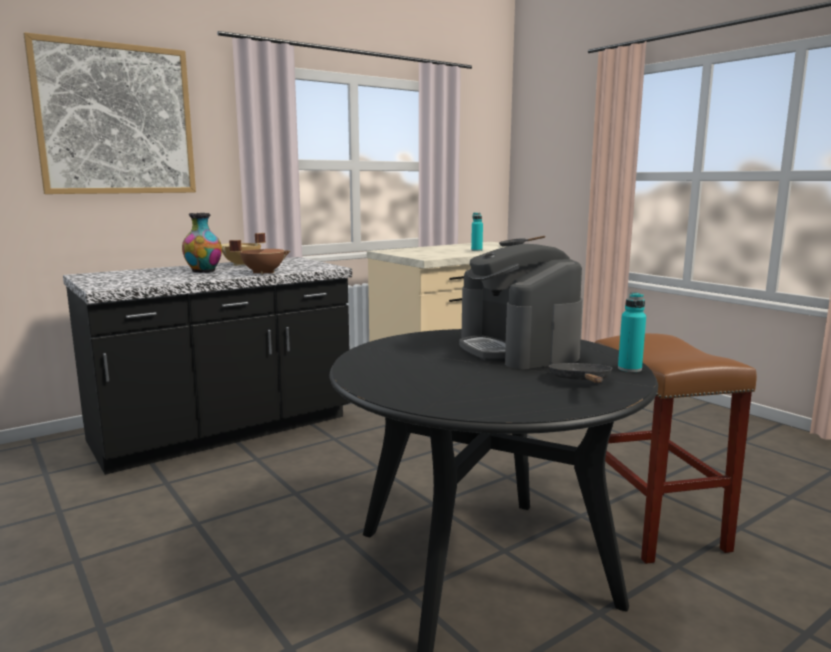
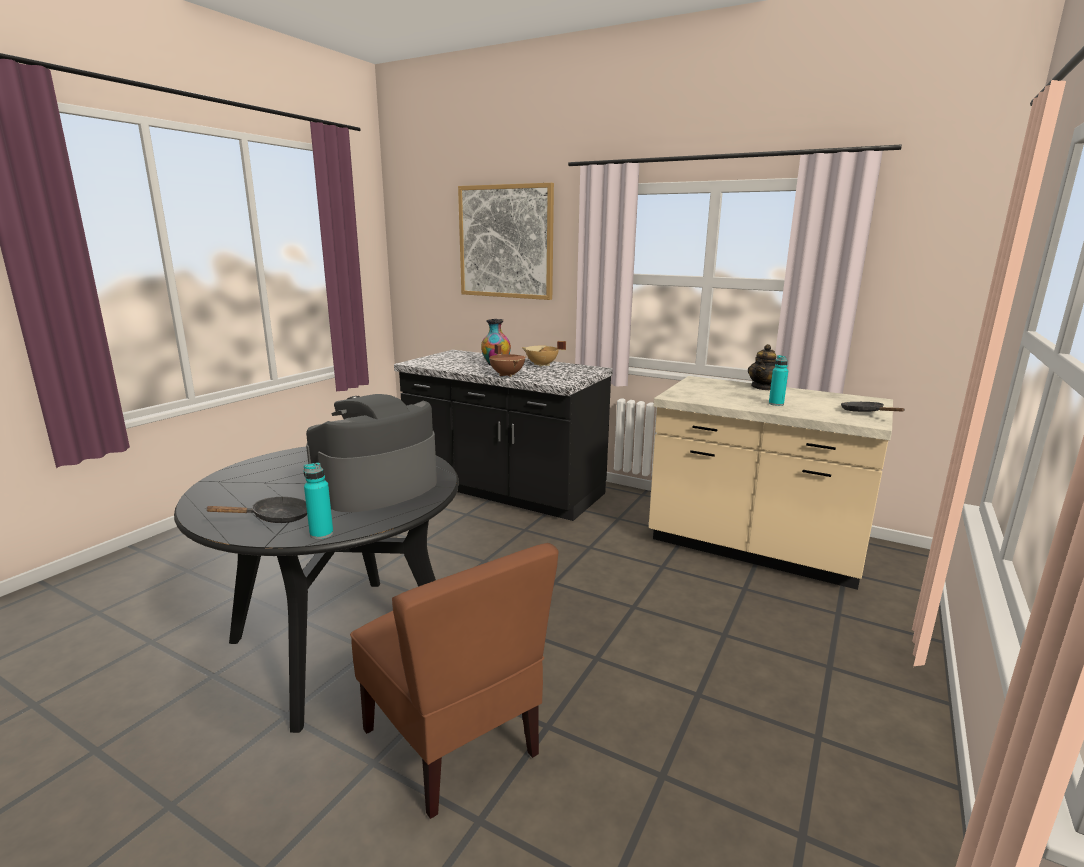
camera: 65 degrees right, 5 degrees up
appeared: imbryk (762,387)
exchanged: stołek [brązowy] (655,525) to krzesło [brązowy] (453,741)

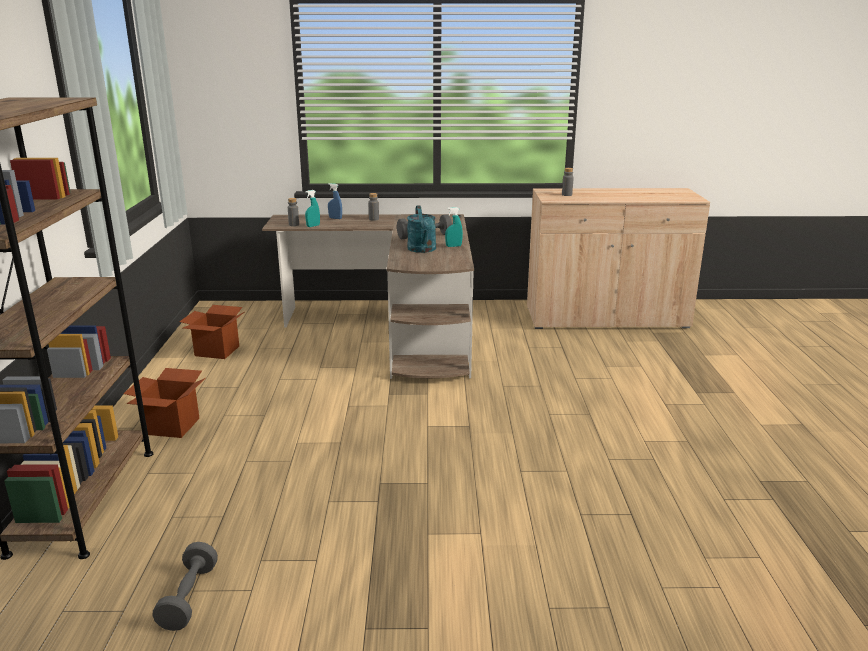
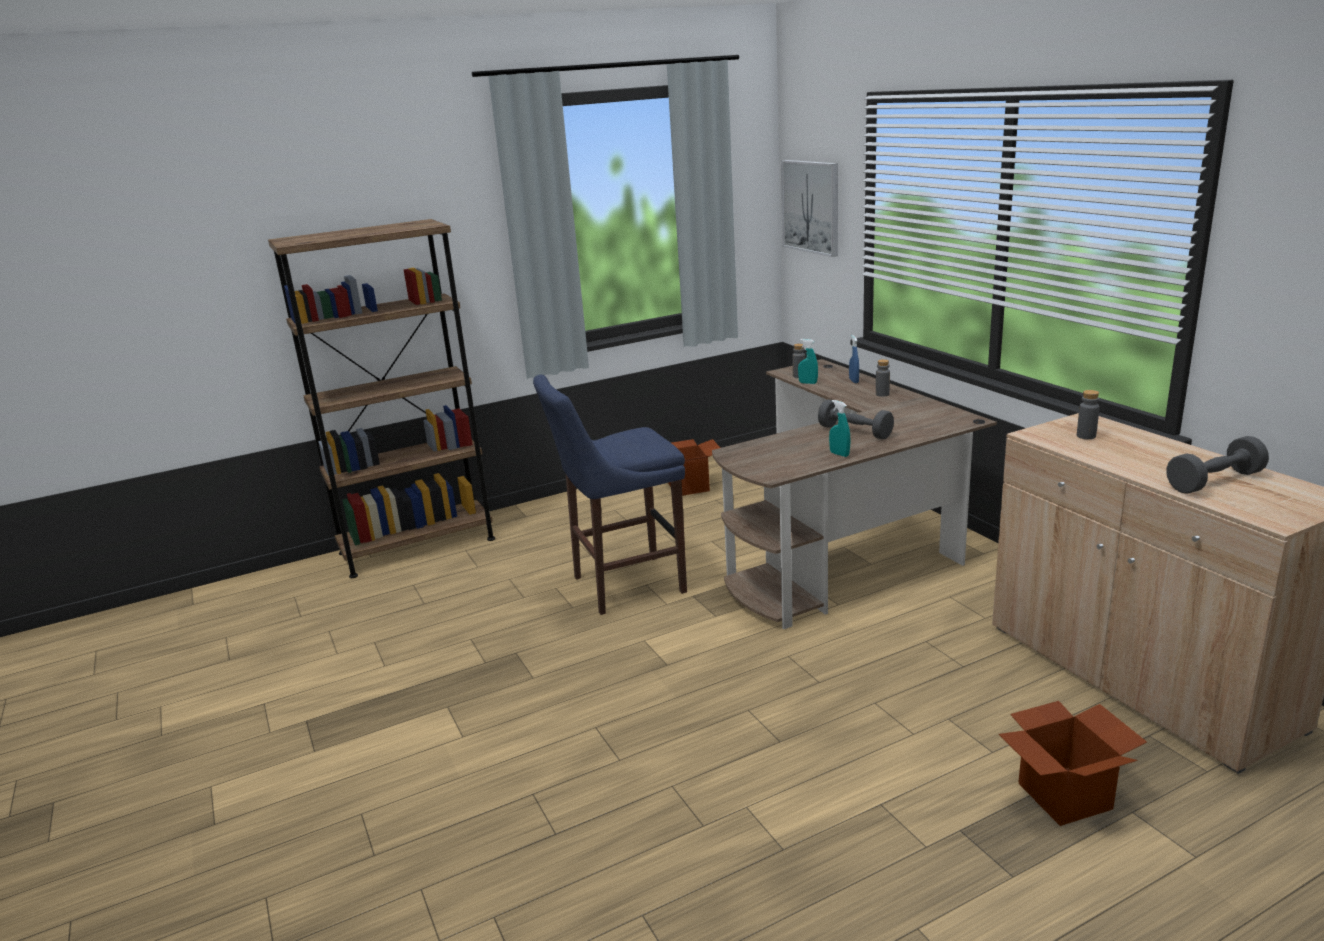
camera: 65 degrees right, 0 degrees up
missing: konewka [turkusowy] (423,250)
appeared: stołek [niebieski] (623,585); obraz (811,207)
relocated: karton (172,426) to (1065,796); hantel [szary] (189,597) to (1214,482)

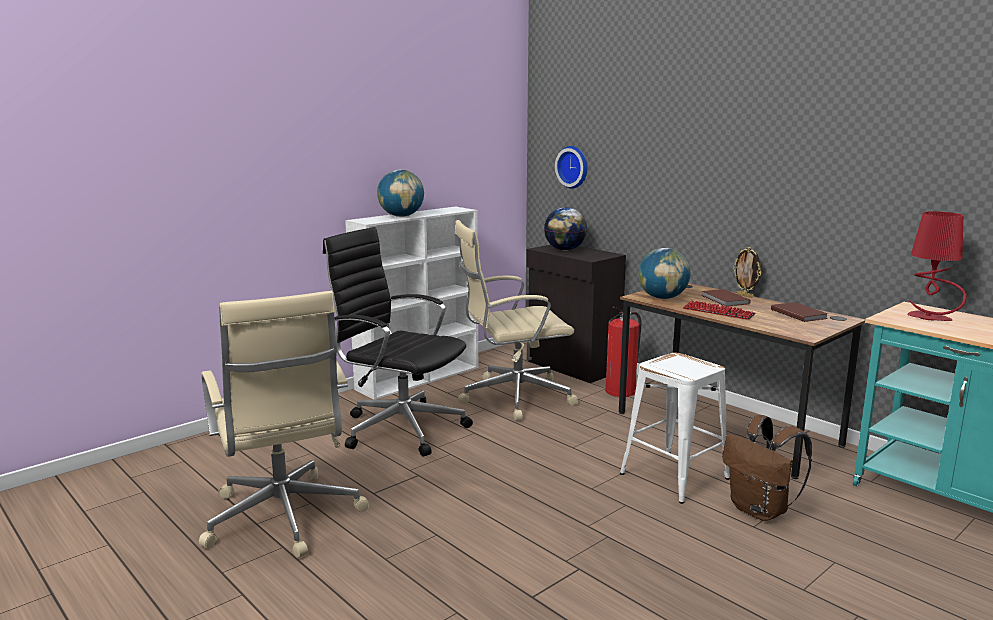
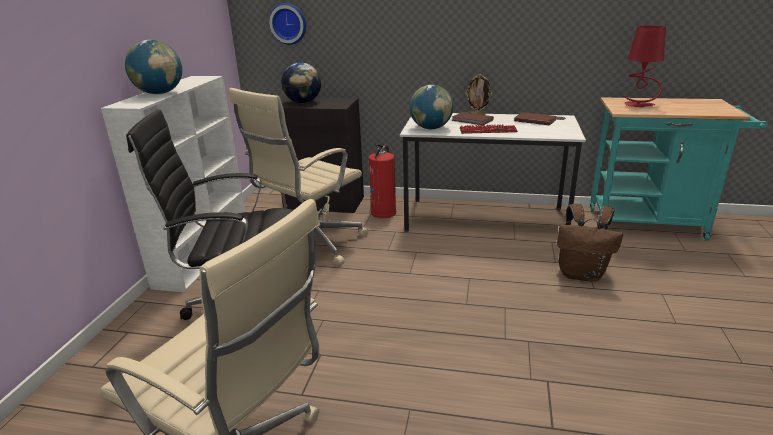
camera: 35 degrees left, 10 degrees up
missing: stołek [biały] (673,476)
colour: biurko [brązowy] (726,428) to biurko [biały] (485,219)

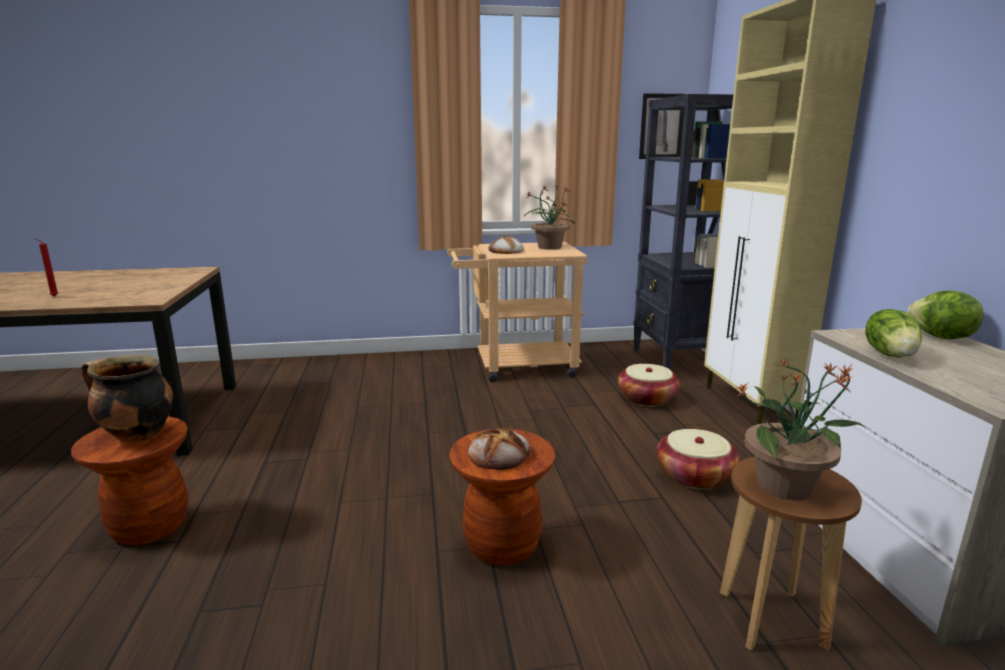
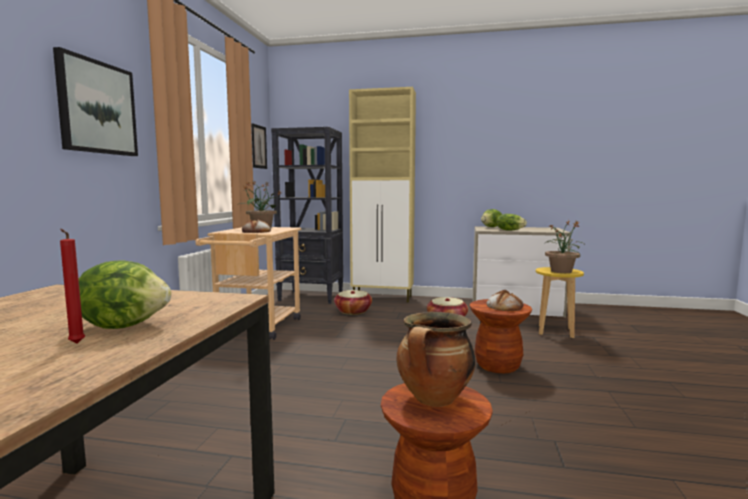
camera: 70 degrees left, 10 degrees down
appeared: obraz (97,107); sałata (125,325)
colour: stołek [brązowy] (772,620) to stołek [żółty] (556,332)

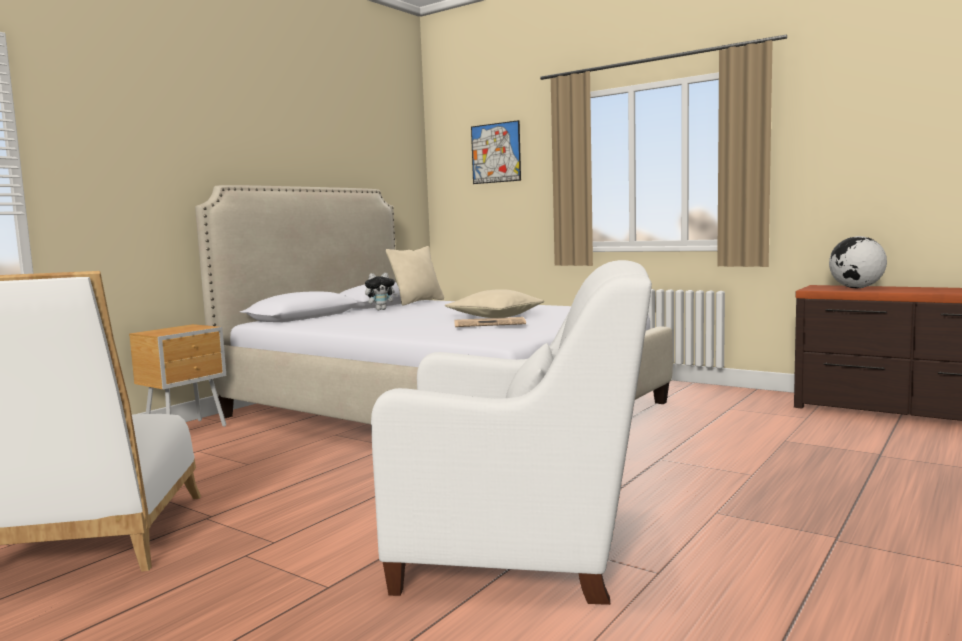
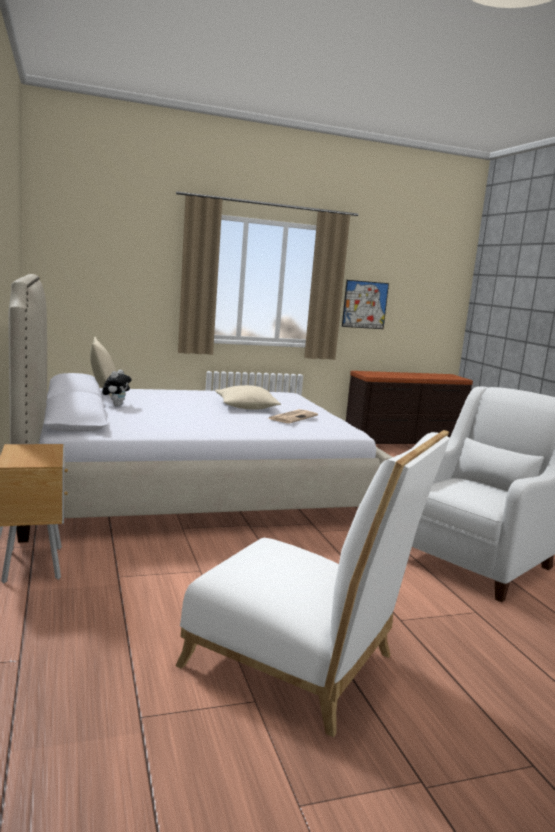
camera: 55 degrees left, 5 degrees up
missing: globus (856,288)
relocated: obraz (496,153) to (365,304)

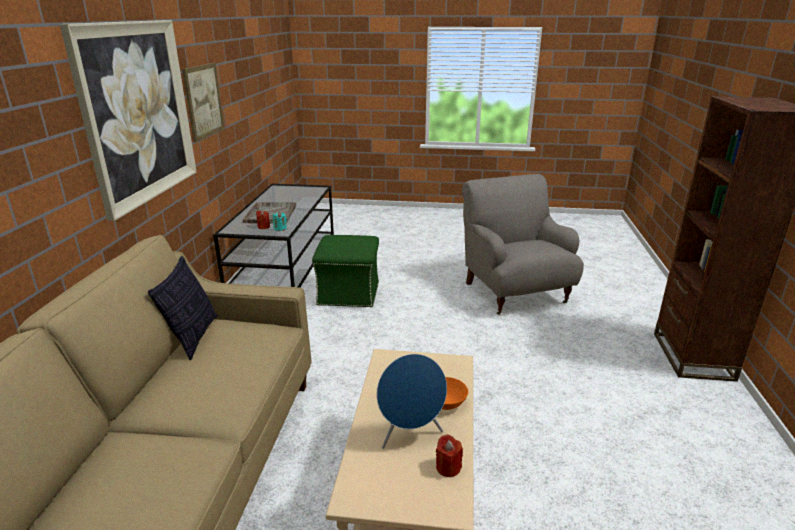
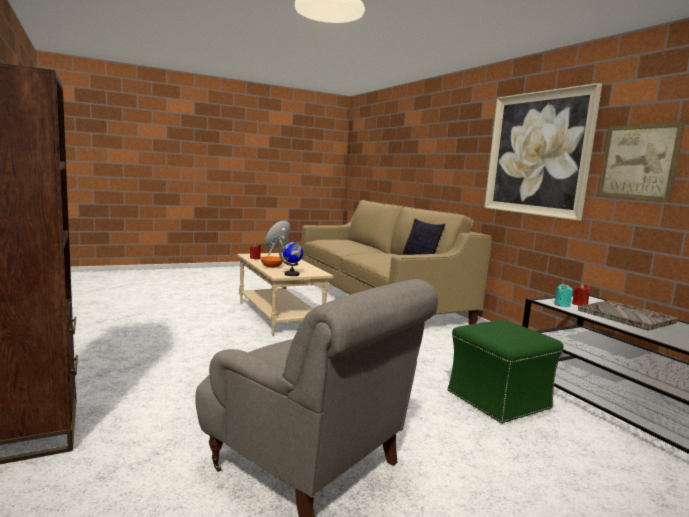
camera: 145 degrees right, 15 degrees down
appeared: globus (292,274)

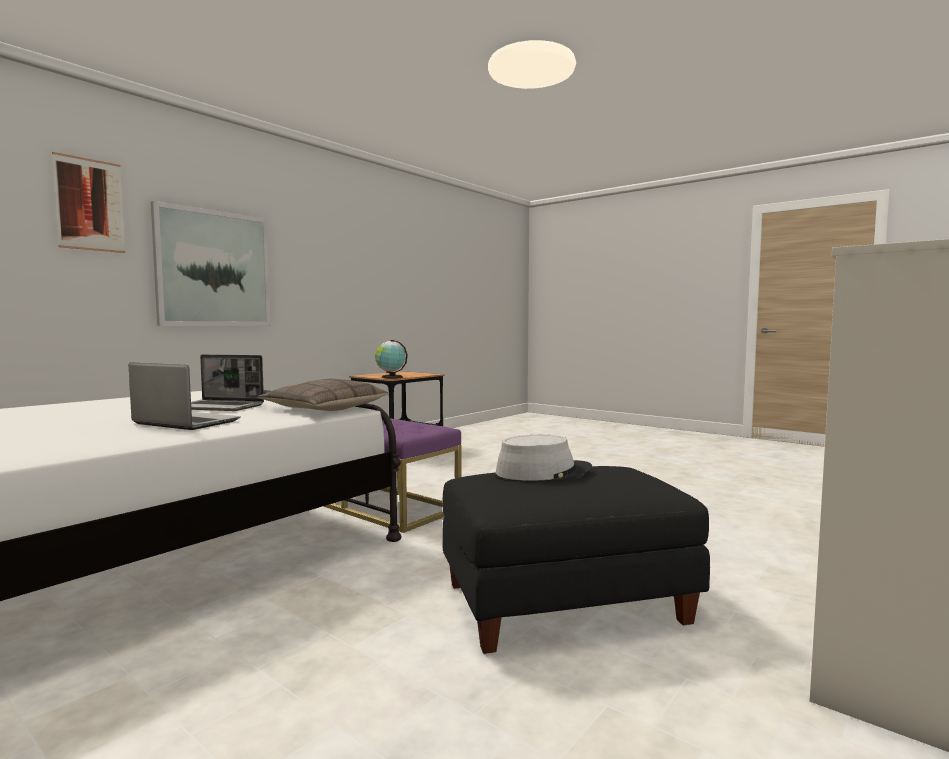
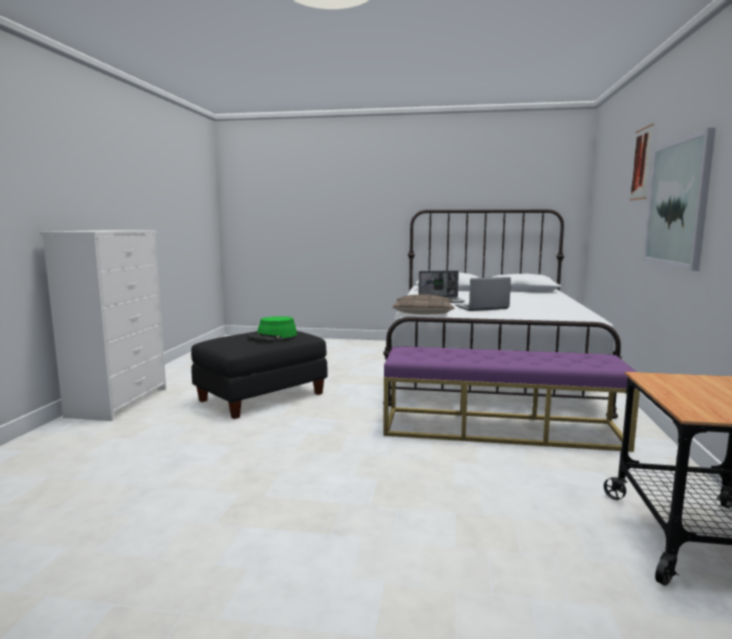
camera: 150 degrees right, 5 degrees up
missing: globus (391,377)
colour: kapelusz [szary] (543,472) to kapelusz [zielony] (273,336)

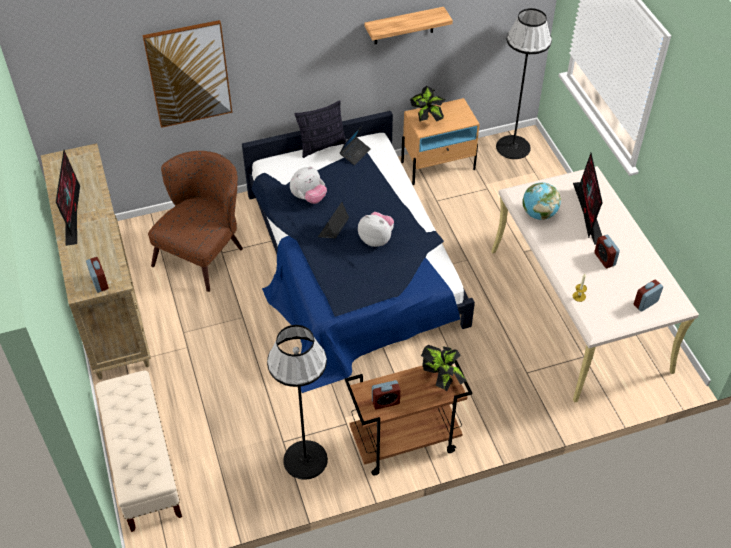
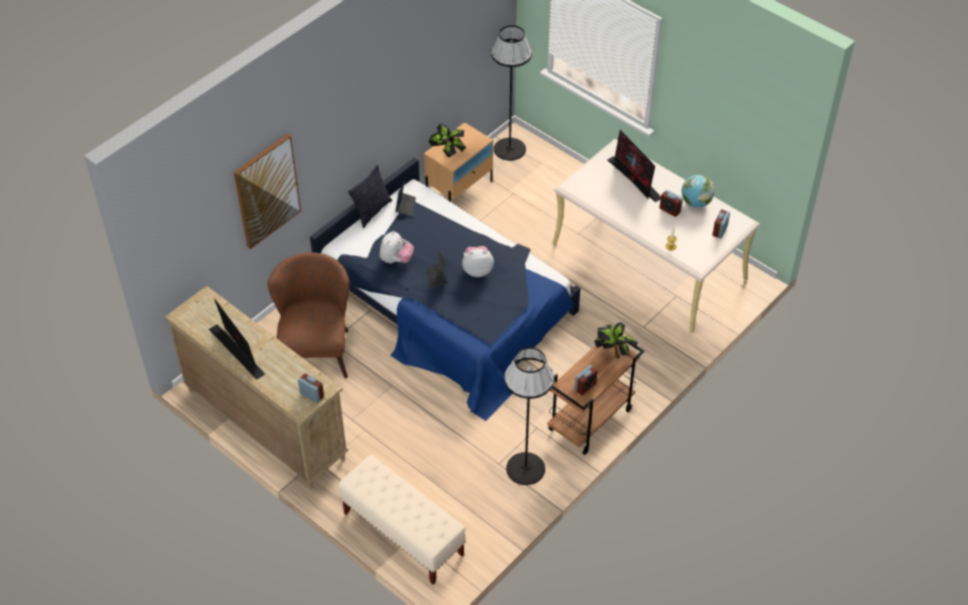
camera: 30 degrees left, 0 degrees up
missing: półka (404,26)
relocated: globus (539,214) to (695,202)

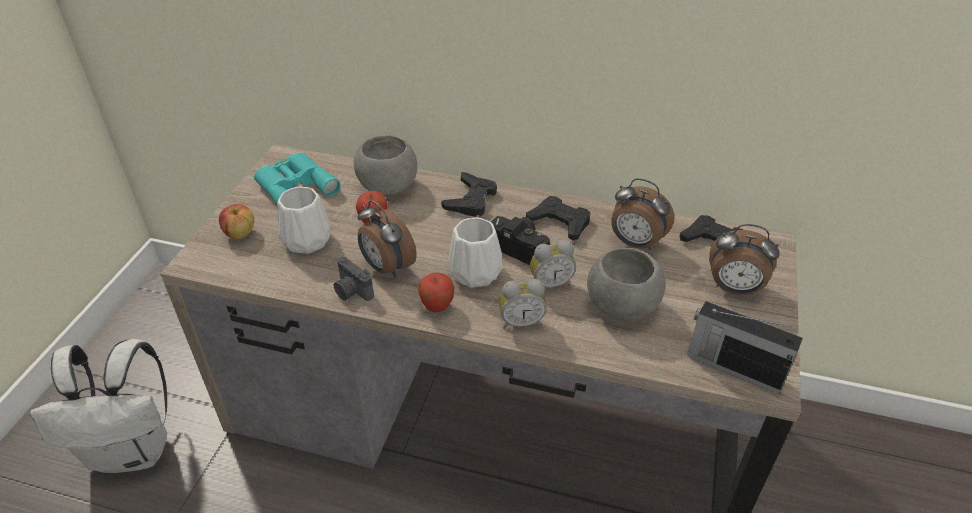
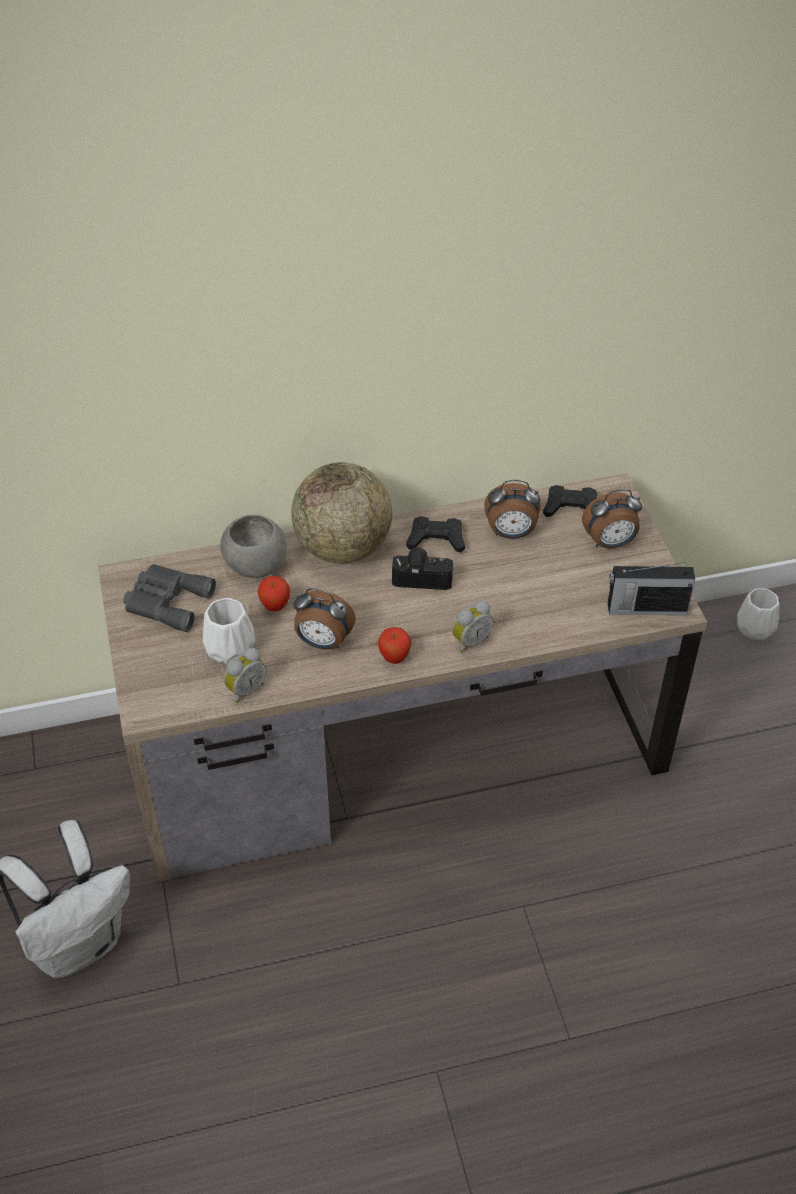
camera: 30 degrees left, 5 degrees up
missing: jabłko (240,233); aparat fotograficzny (352,291); miska [szary] (622,306)
relocated: budzik (550,283) to (245,689); wazon [biały] (475,272) to (754,627)
exchanged: pad do gier [czarny] (471,200) to globus (343,548)
colour: lornetka [turkusowy] (295,186) to lornetka [szary] (166,601)

